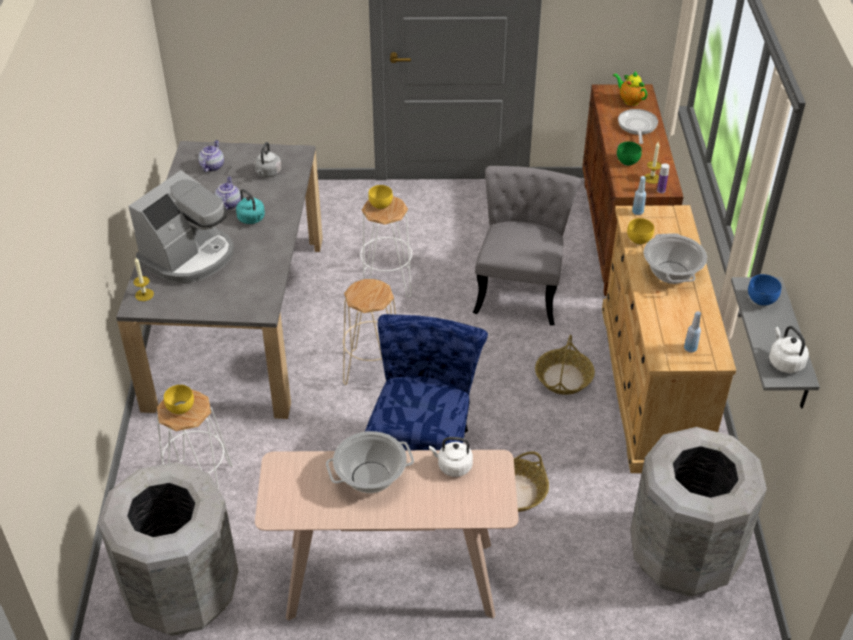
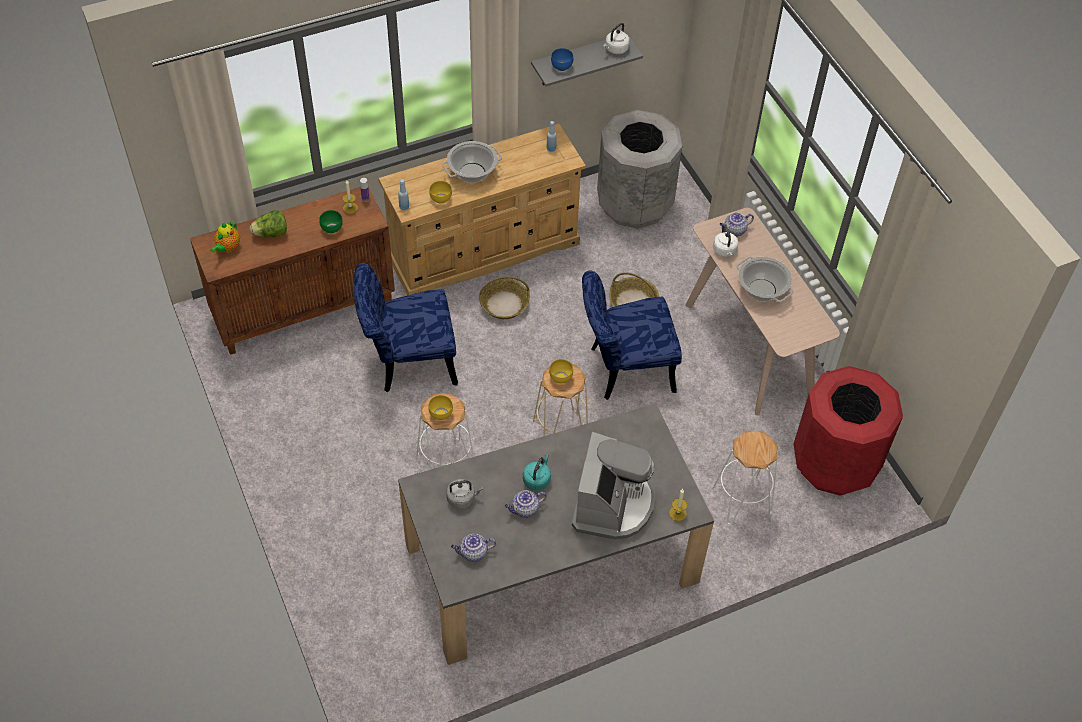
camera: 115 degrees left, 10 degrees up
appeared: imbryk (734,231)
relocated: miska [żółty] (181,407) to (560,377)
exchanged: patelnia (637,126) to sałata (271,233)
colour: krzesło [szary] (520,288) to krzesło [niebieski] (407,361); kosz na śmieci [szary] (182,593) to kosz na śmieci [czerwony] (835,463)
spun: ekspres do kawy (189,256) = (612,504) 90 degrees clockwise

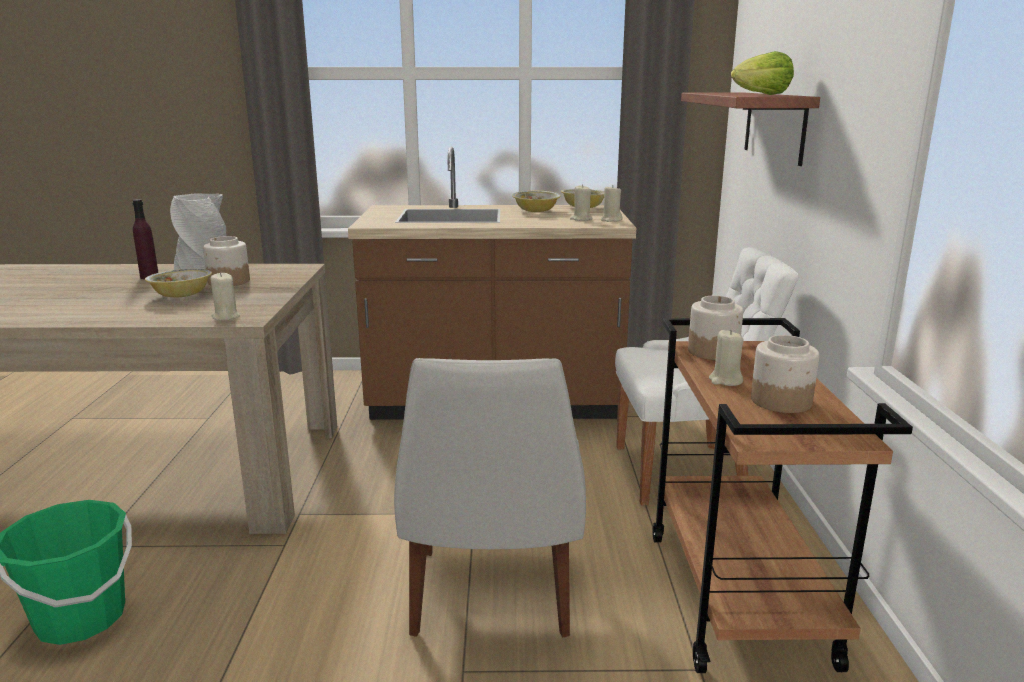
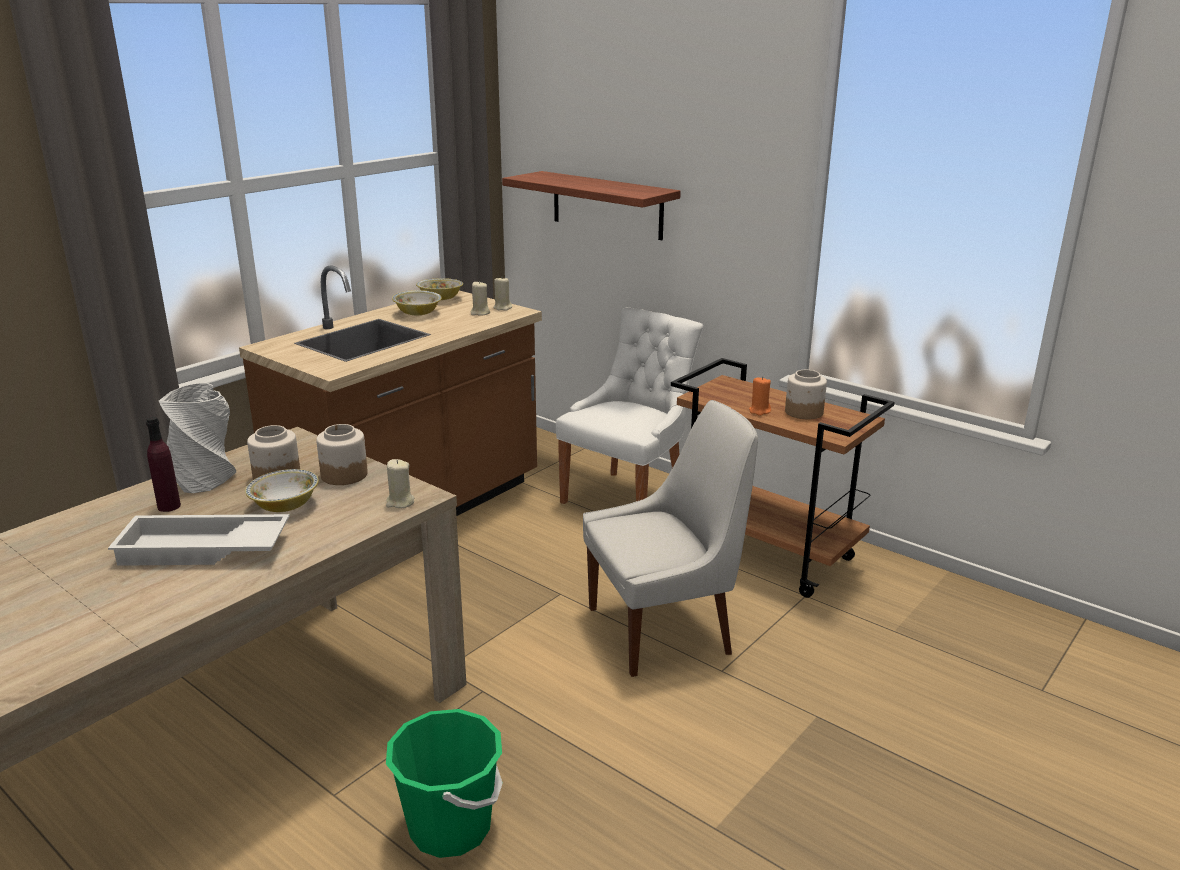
camera: 50 degrees left, 5 degrees up
missing: sałata (760,95)
appeared: taca [biały] (202,550)
relocated: słoik (713,351) to (344,475)
colour: świeca [beżowy] (725,380) to świeca [pomarańczowy] (759,411)
spun: krzesło [biały] (491,597) = (664,629) 60 degrees counterclockwise

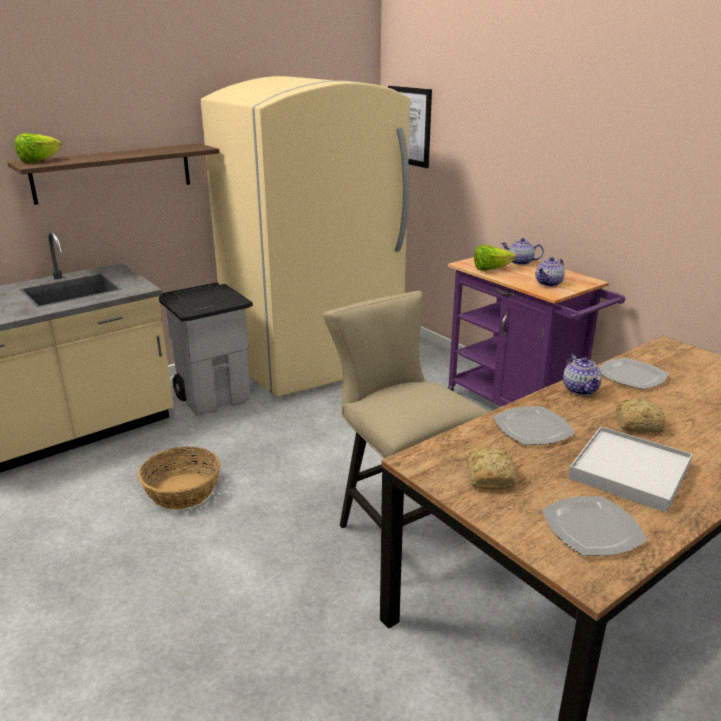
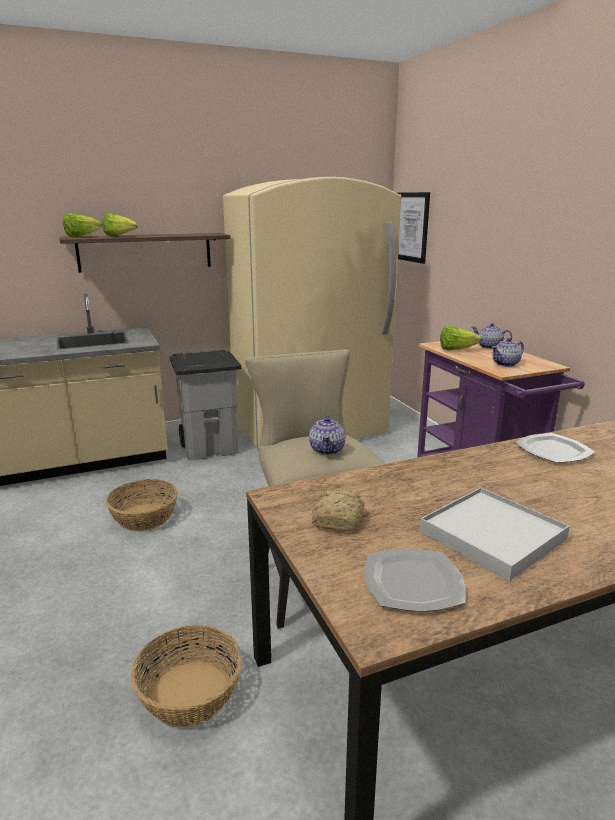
camera: 15 degrees right, 5 degrees down
missing: talerz (532,429); chleb (636,424)
appeared: sałata (119,236); koszyk (189,693)
relocated: imbryk (580,389) to (327,450)

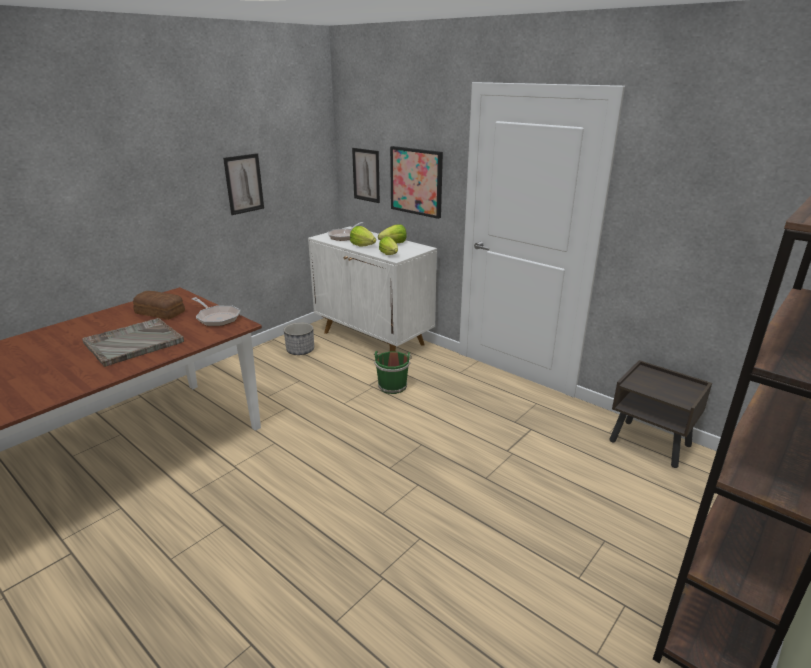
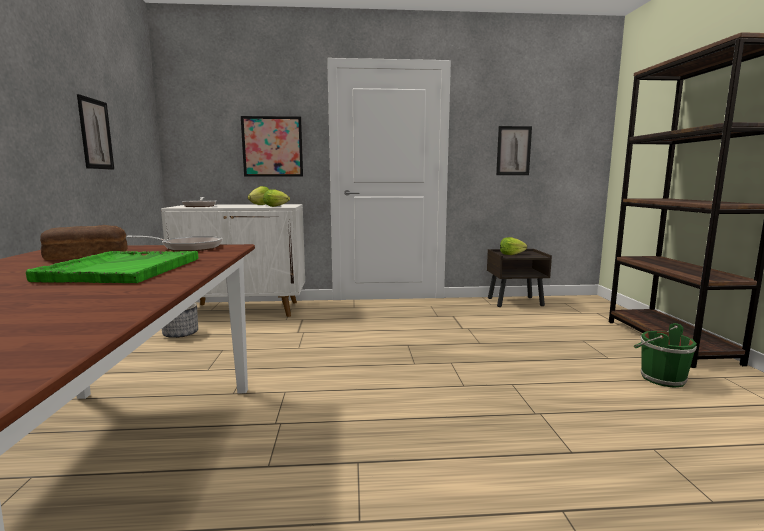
camera: 45 degrees left, 15 degrees down
relocated: obraz (366,175) to (513,151); sałata (362,245) to (511,254); wiadro [zielony] (392,385) to (660,378)
colour: taca [szary] (133,343) to taca [zielony] (122,269)

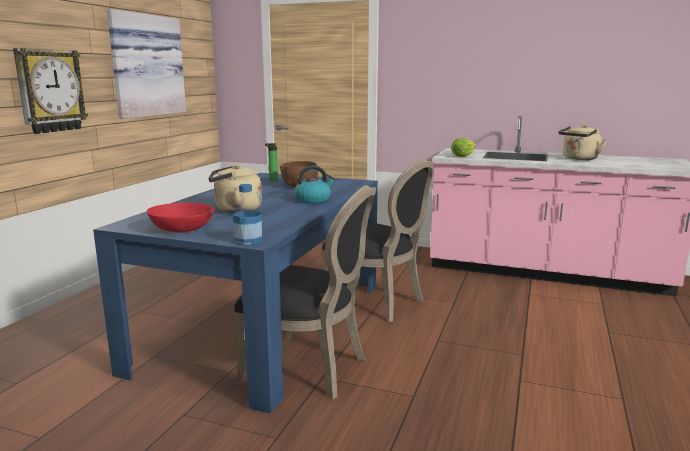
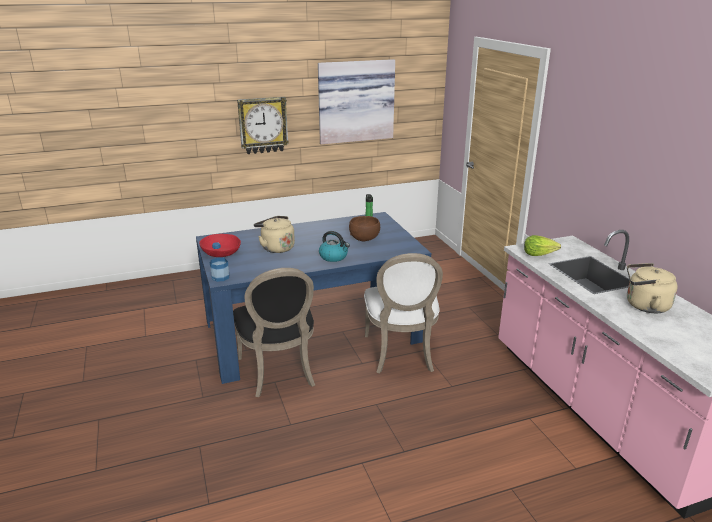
camera: 50 degrees right, 10 degrees up
colour: krzesło [czarny] (378,302) to krzesło [biały] (401,354)

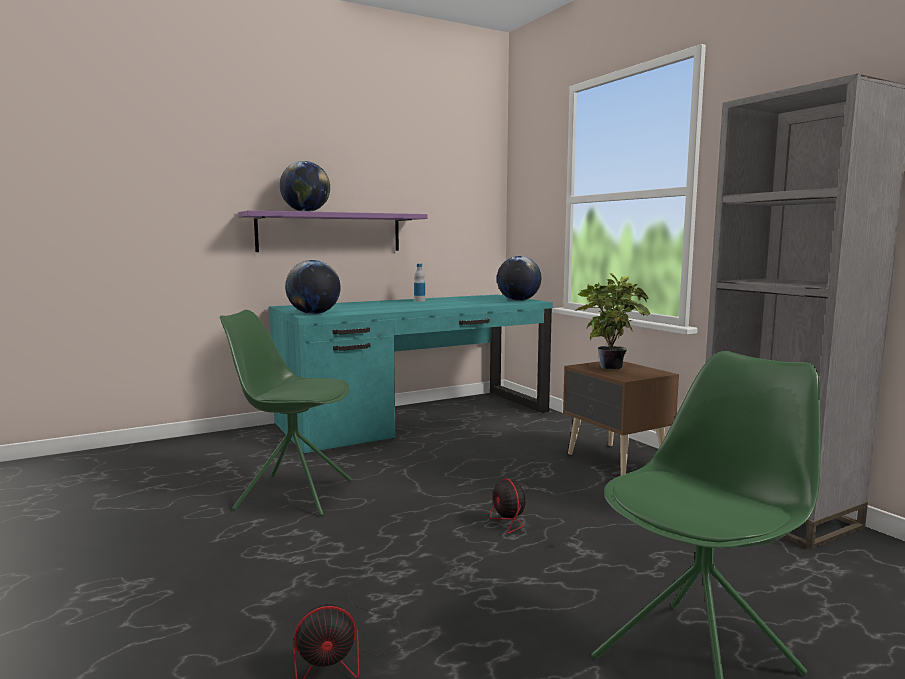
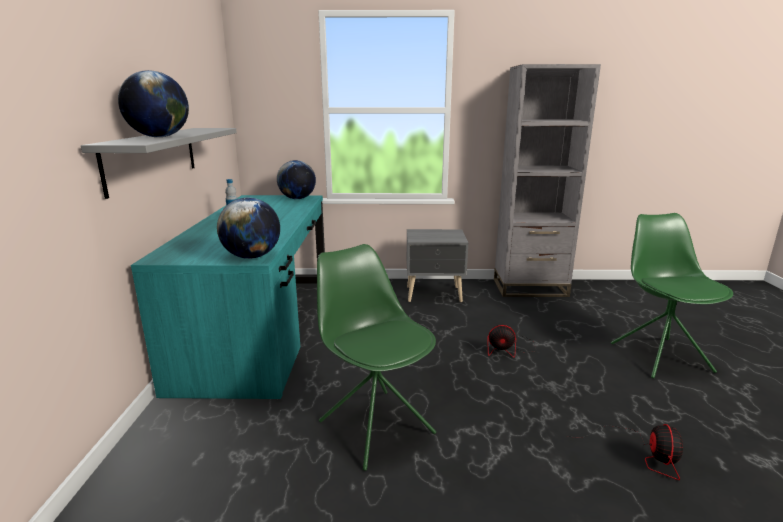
camera: 60 degrees left, 10 degrees up
missing: roślina doniczkowa (610,367)
colour: półka [fioletowy] (330,232) to półka [szary] (153,158); szafka nocna [brązowy] (615,461) to szafka nocna [szary] (434,295)
spun: krzesło [zielony] (293,494) = (375,426) 105 degrees clockwise

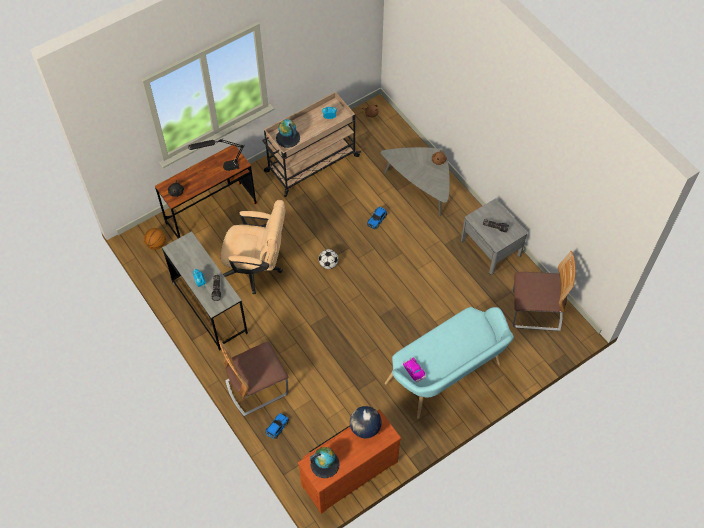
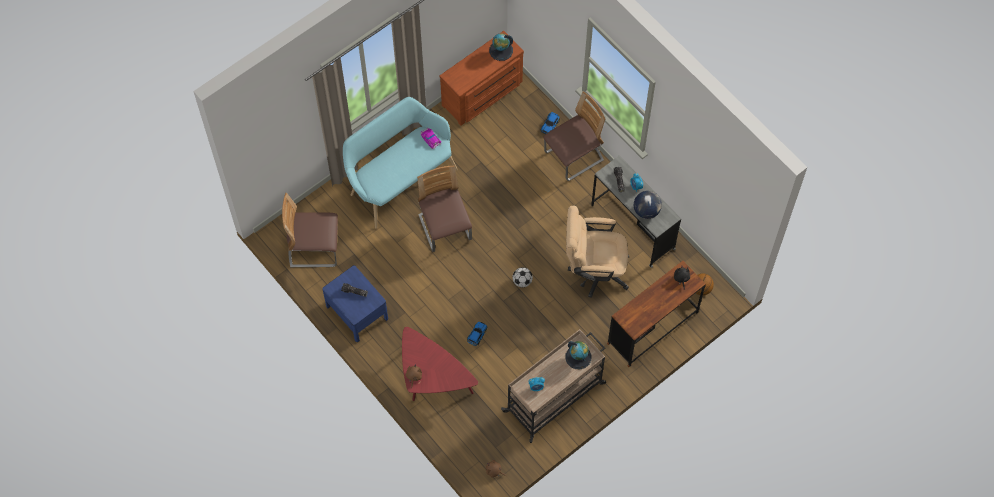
camera: 175 degrees right, 5 degrees up
missing: lampa stołowa [czarny] (220,168)
appeared: krzesło (445,228)
relocated: globus (365,428) to (646,211)
colour: szafka nocna [szary] (490,247) to szafka nocna [niebieski] (357,312); ława [szary] (420,186) to ława [czerwony] (432,378)

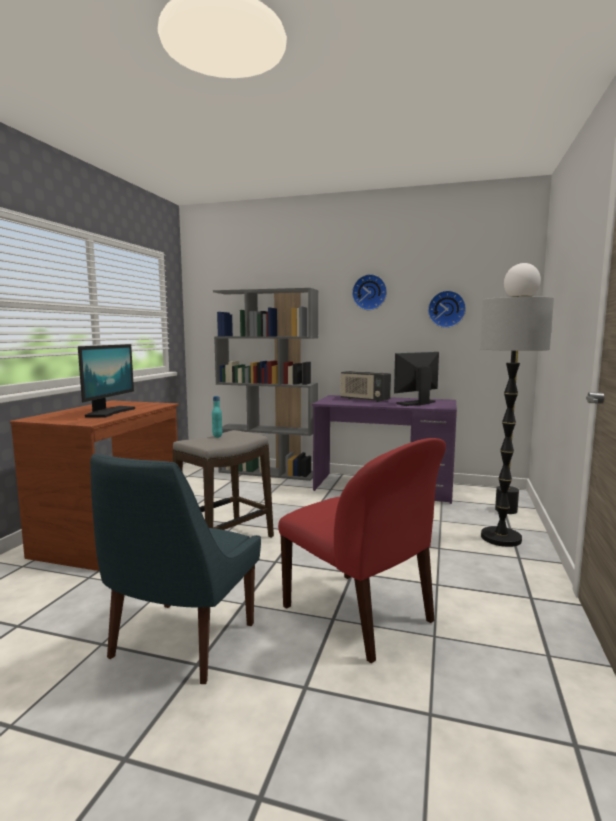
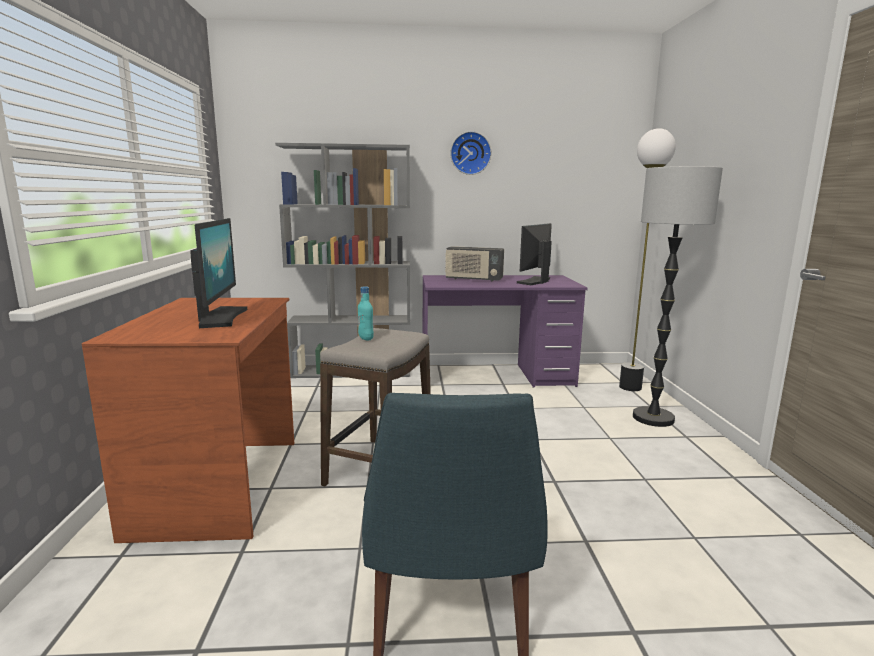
camera: 20 degrees left, 5 degrees up
missing: krzesło [czerwony] (359,615); zegar ścienny (446,309)

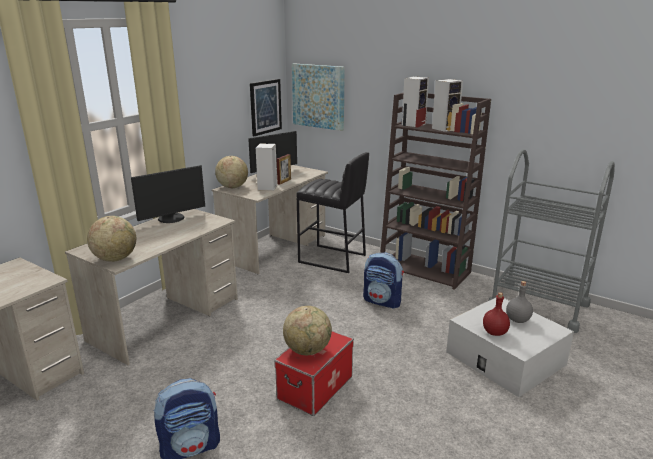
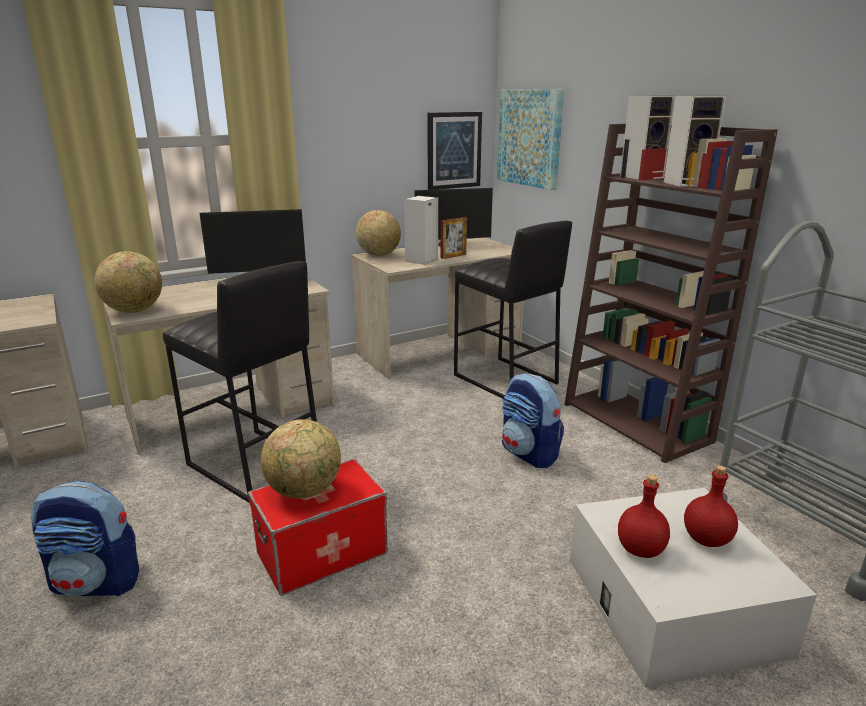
camera: 25 degrees right, 0 degrees up
appeared: stołek [czarny] (254,465)
colour: butelka [szary] (517,319) to butelka [czerwony] (706,539)

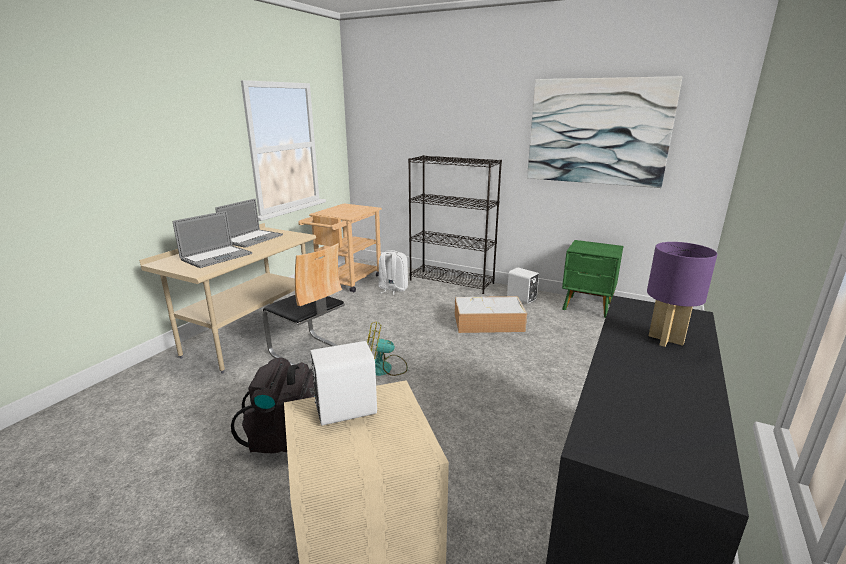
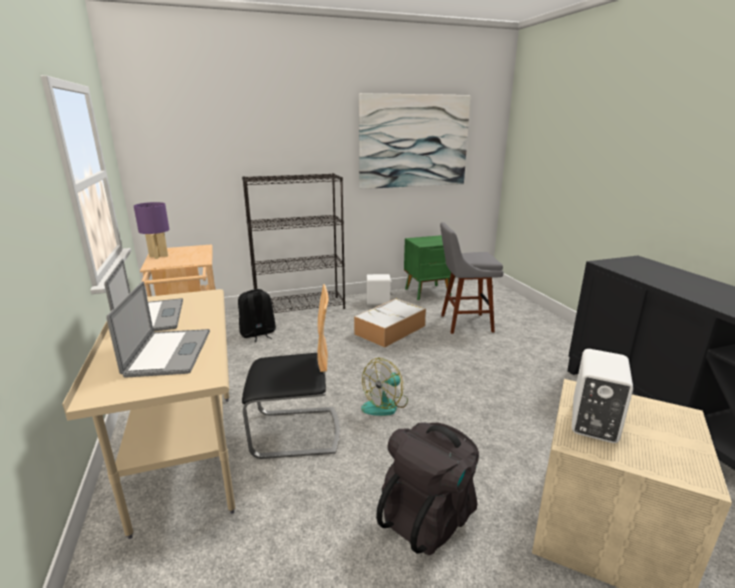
camera: 45 degrees left, 0 degrees up
appeared: stołek [szary] (463,323)
relocated: lampa stołowa [fioletowy] (665,339) to (158,256)
colour: plecak [biały] (392,289) to plecak [czarny] (258,334)

